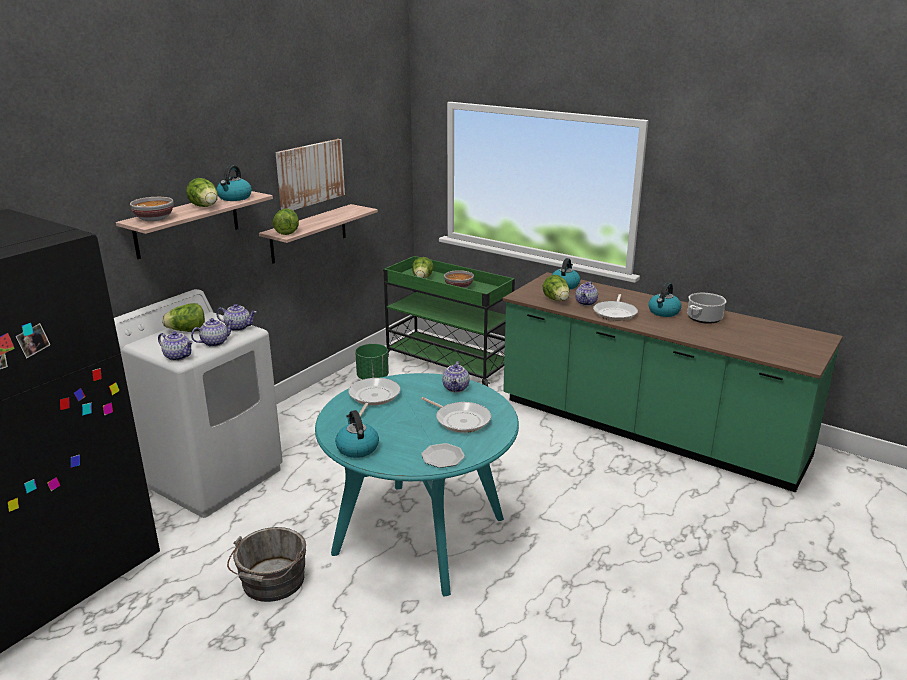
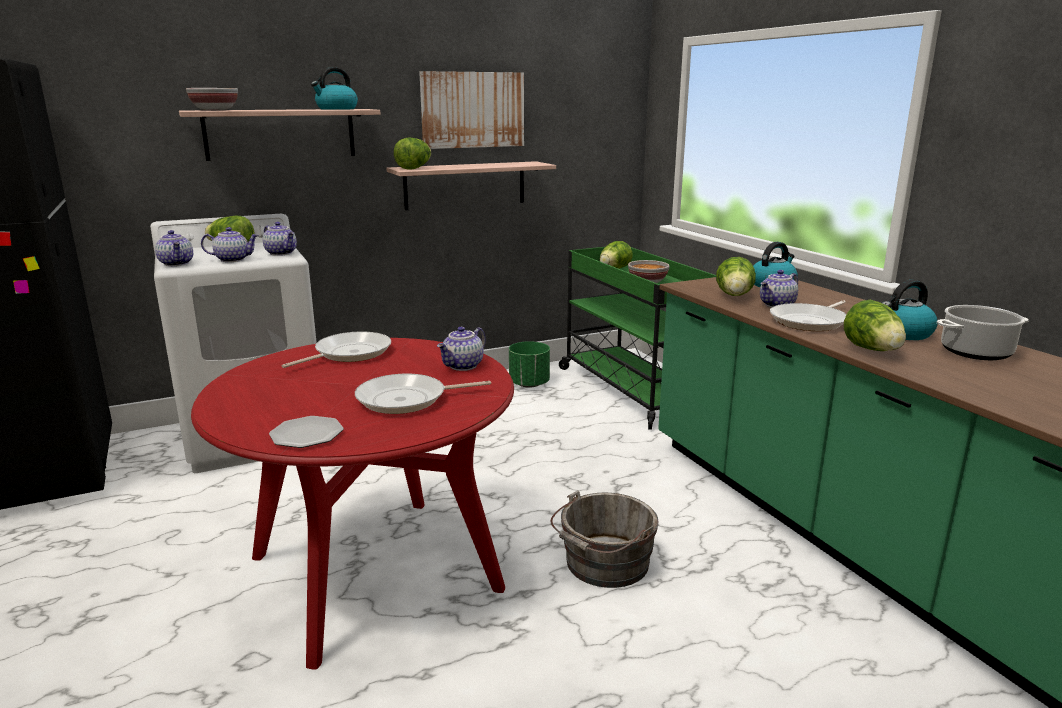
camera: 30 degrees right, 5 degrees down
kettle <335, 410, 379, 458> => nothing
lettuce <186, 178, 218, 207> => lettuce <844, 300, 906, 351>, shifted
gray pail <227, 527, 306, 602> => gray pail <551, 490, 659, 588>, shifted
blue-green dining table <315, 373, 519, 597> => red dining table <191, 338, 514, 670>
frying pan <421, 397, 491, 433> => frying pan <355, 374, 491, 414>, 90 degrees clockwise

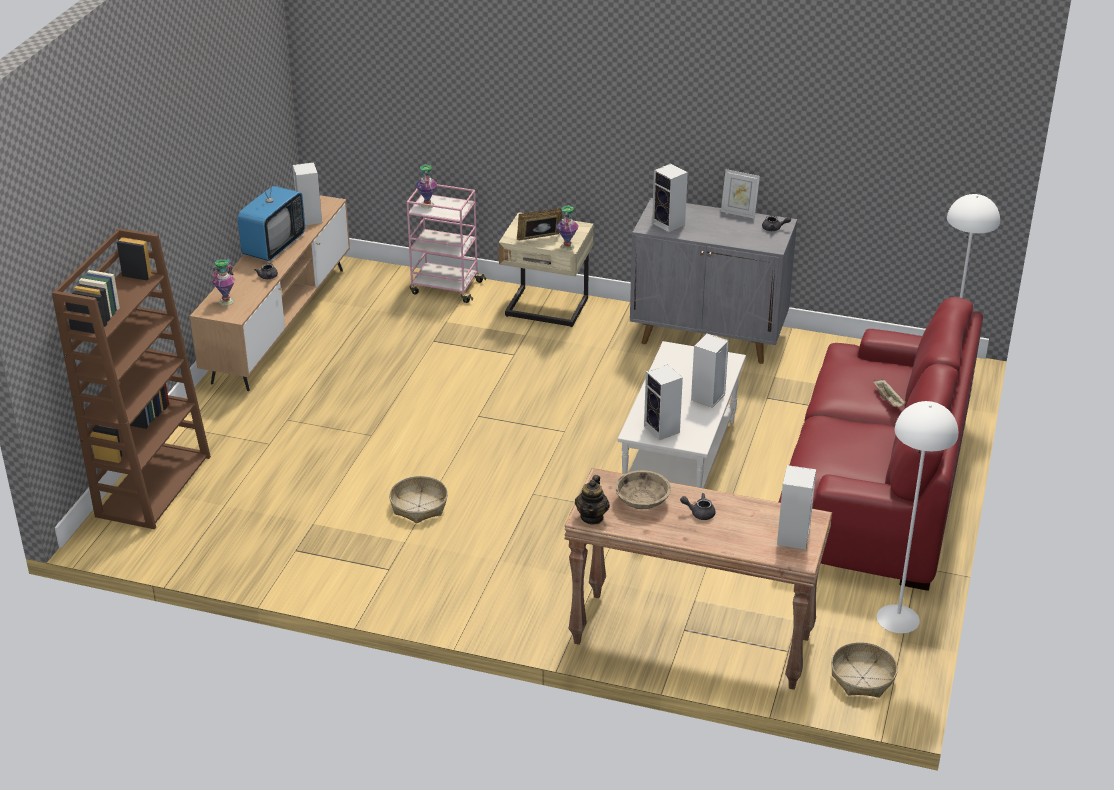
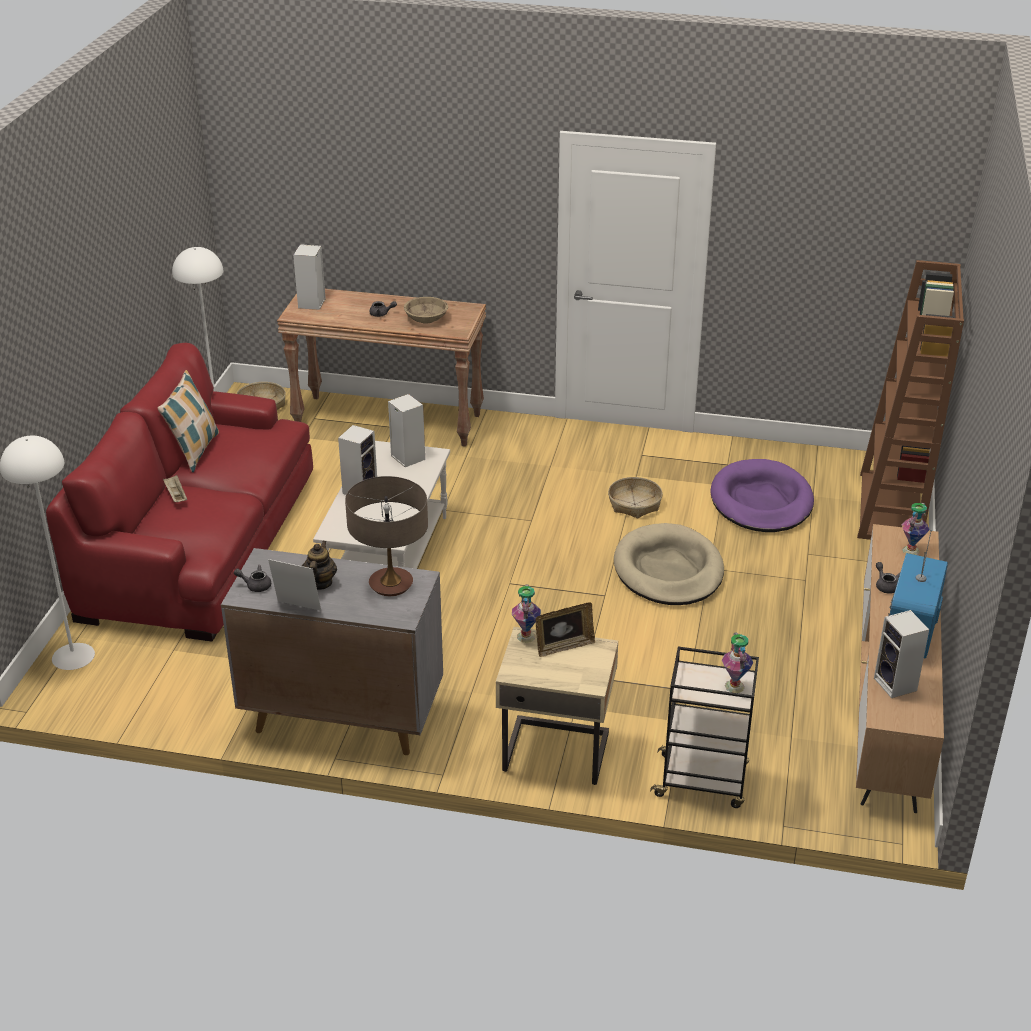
camera: 175 degrees right, 0 degrees up
nothing => pillow <158, 370, 219, 473>
nothing => sand-coloured dog bed <614, 523, 724, 605>
nothing => purplish dog bed <710, 459, 814, 532>
tea pot <575, 475, 610, 525> => tea pot <302, 541, 337, 590>, shifted
loudspeaker <652, 163, 688, 232> => lamp for a table <345, 476, 428, 596>
pink cart <407, 184, 486, 303> => black-coloured cart <650, 646, 759, 808>

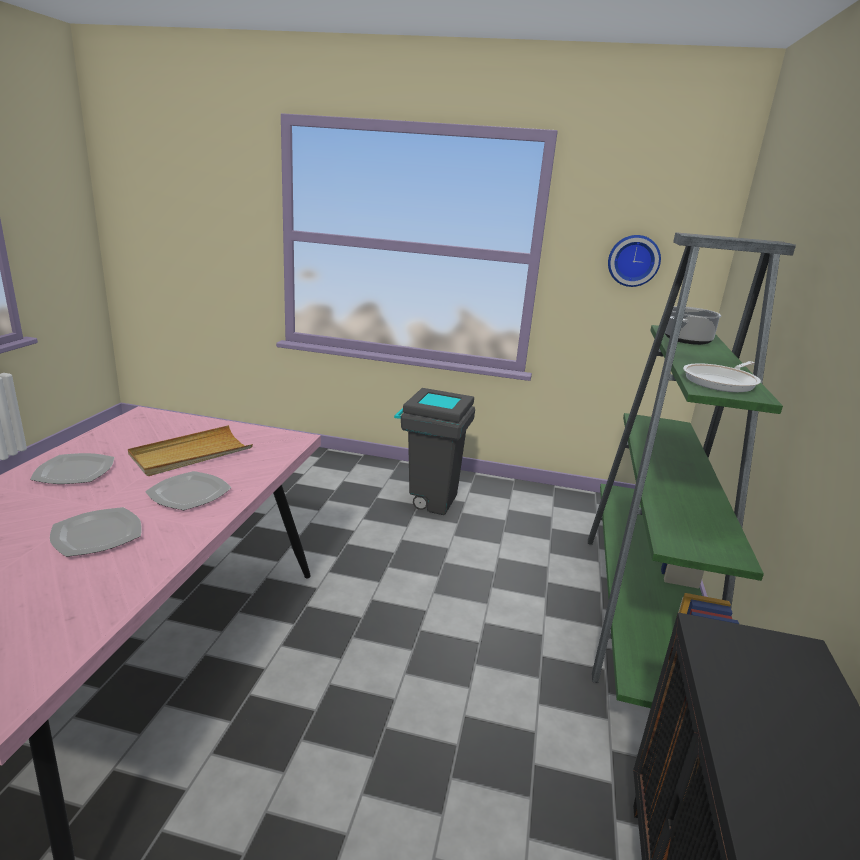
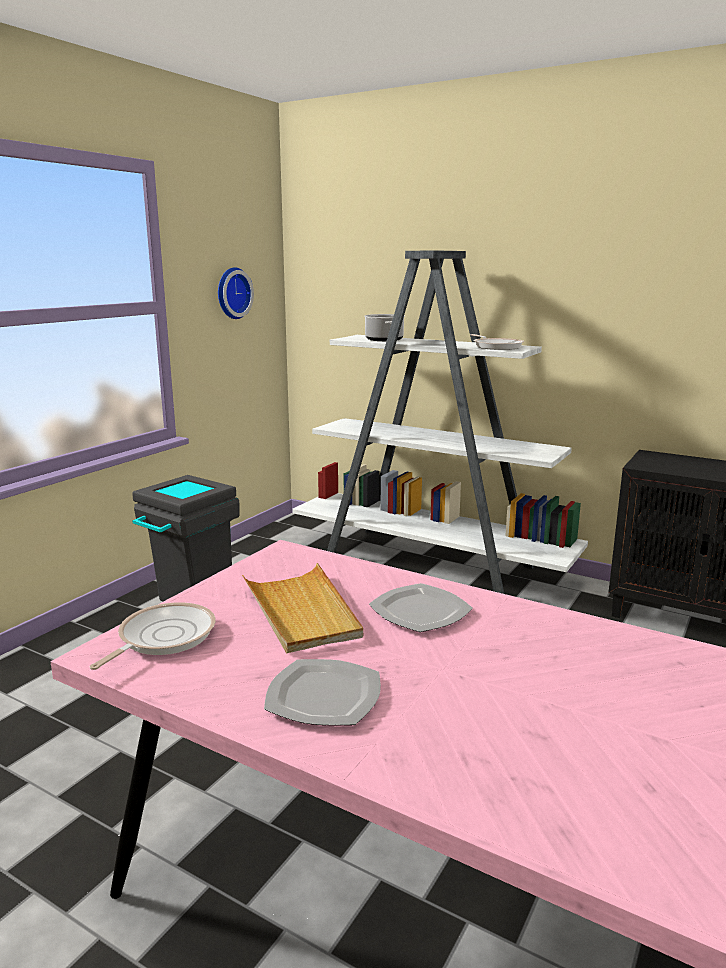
camera: 70 degrees left, 5 degrees down
dinner plate <50, 507, 142, 557> => nothing
nothing => frying pan <90, 602, 216, 670>
green shelving unit <588, 232, 796, 708> => whitish shelving unit <292, 250, 588, 594>

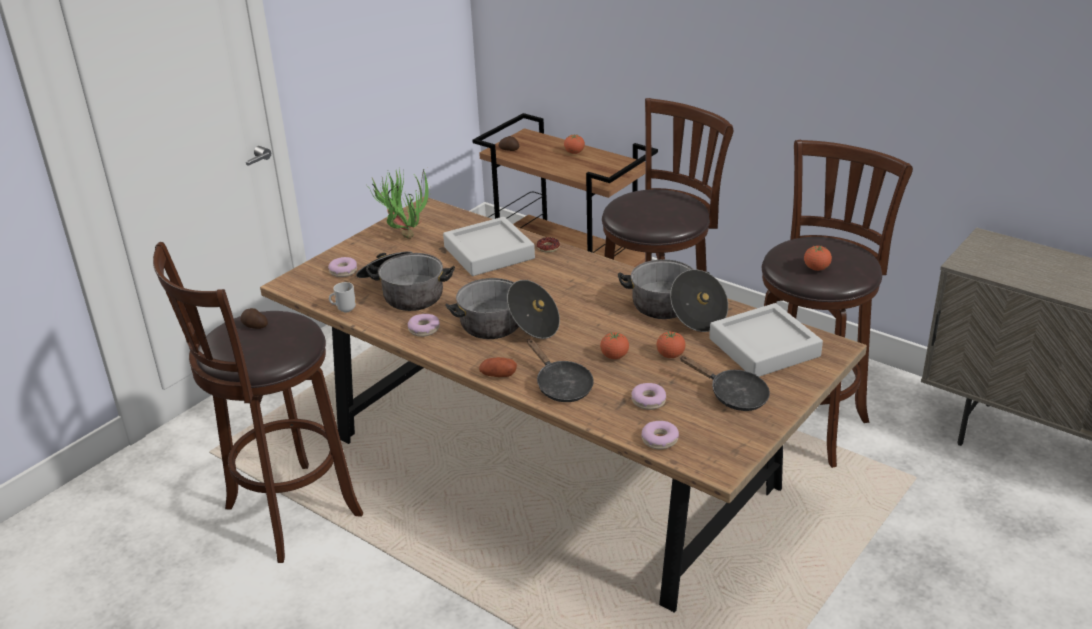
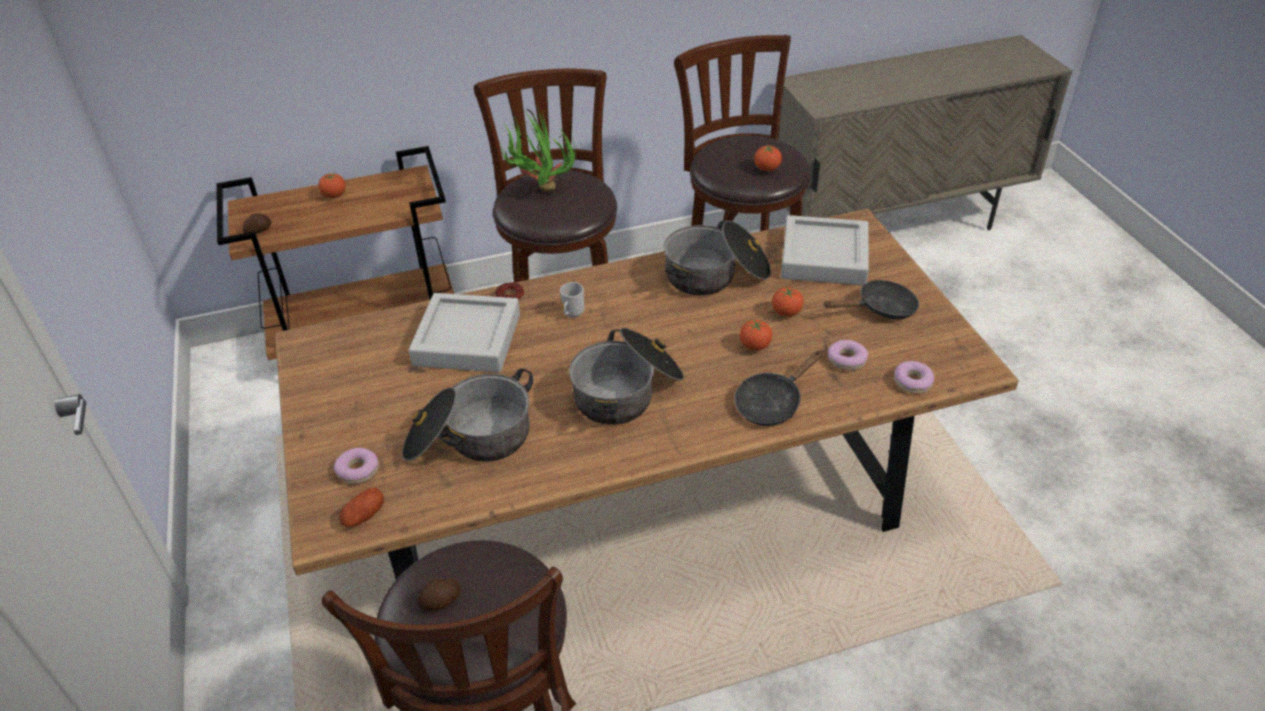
camera: 55 degrees left, 10 degrees up
donut <408, 314, 440, 337> => nothing
mug <329, 282, 356, 312> => mug <560, 282, 584, 317>, shifted
houseplant <369, 168, 431, 239> => houseplant <499, 105, 575, 192>, shifted
potato <479, 357, 517, 377> => potato <339, 488, 384, 527>, shifted
black-coloured frying pan <527, 339, 594, 402> => black-coloured frying pan <734, 350, 823, 426>, 135 degrees clockwise

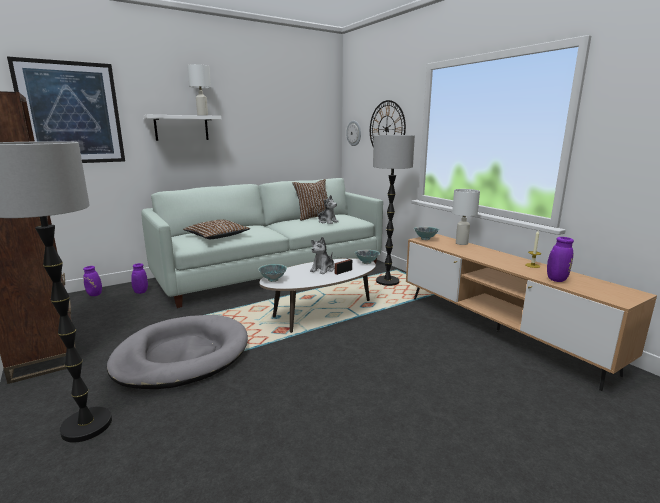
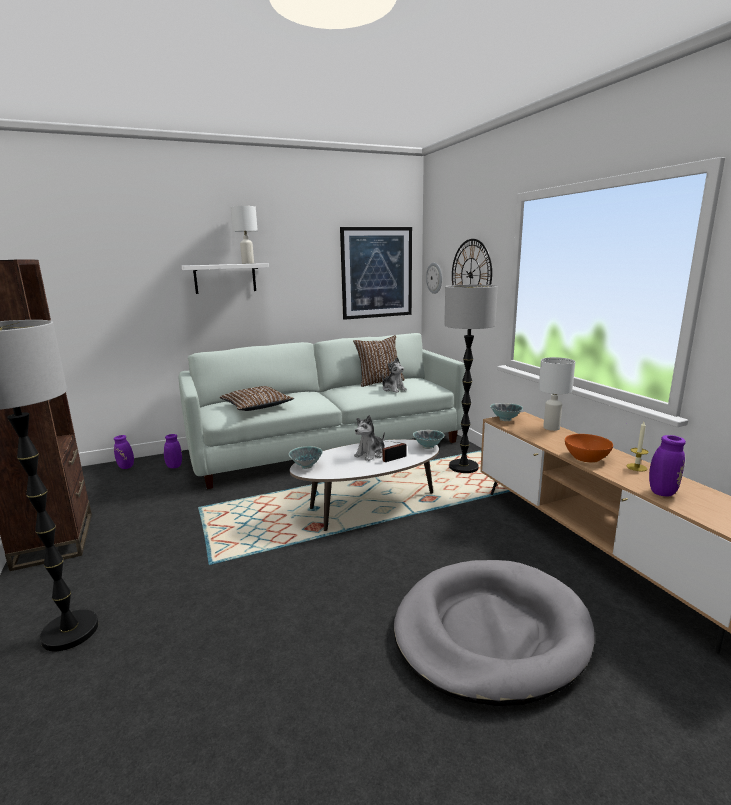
camera: 10 degrees right, 0 degrees up
nothing => orange-coloured serving bowl <565, 434, 613, 463>
picture <7, 56, 125, 163> => picture <340, 227, 412, 320>, shifted
gray dog bed <107, 315, 248, 389> => gray dog bed <394, 560, 594, 706>, shifted

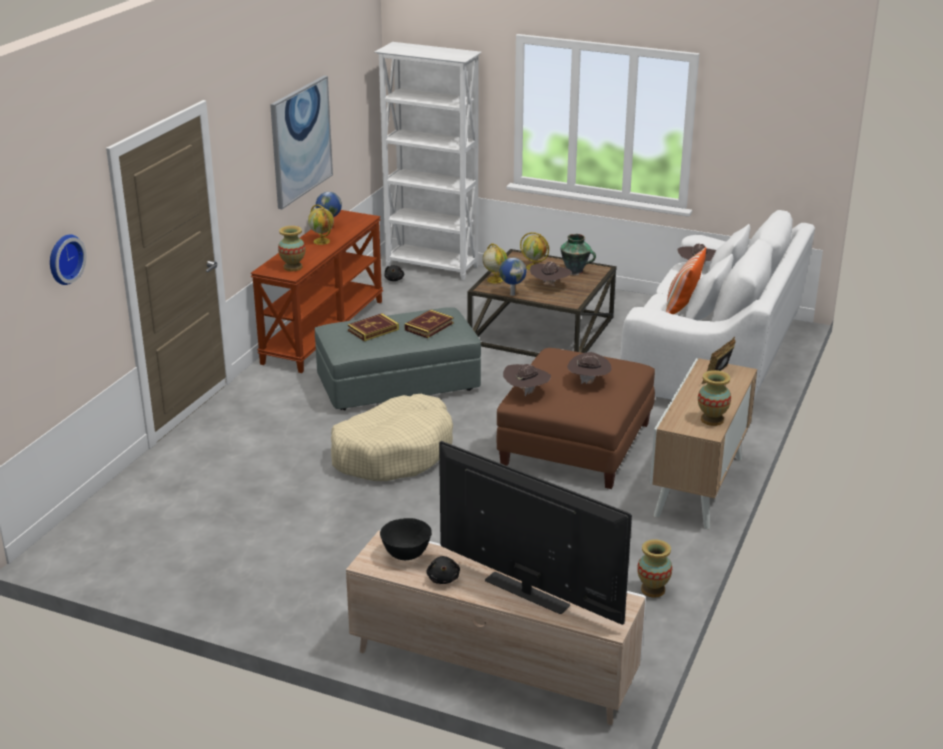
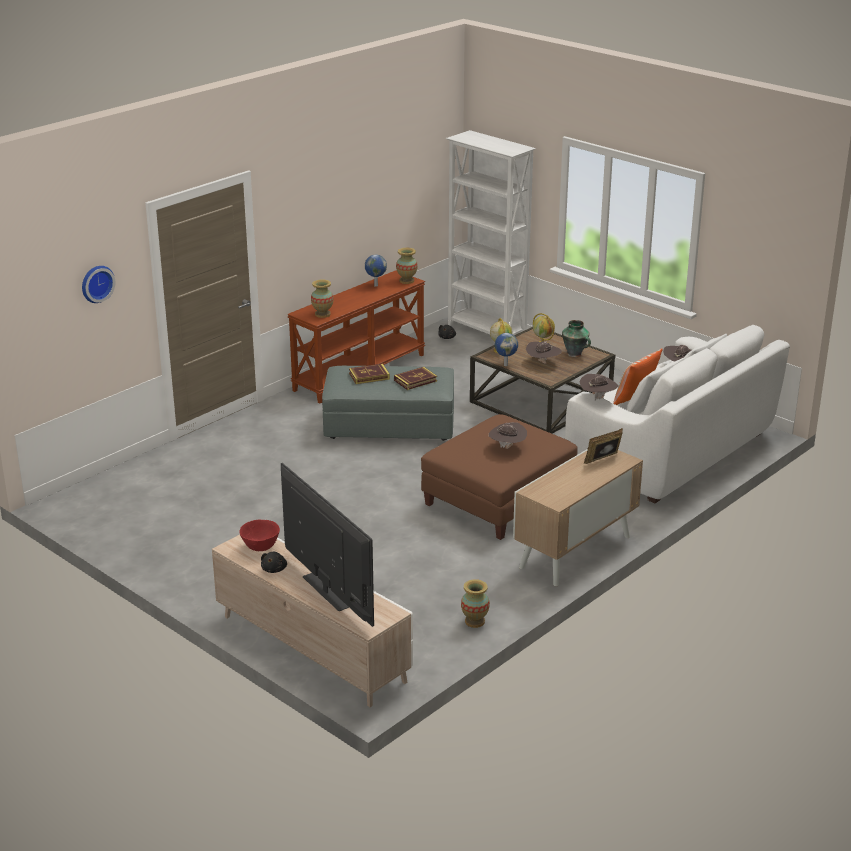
camera: 20 degrees right, 0 degrees up
picture <270, 76, 333, 209> => nothing
world globe <308, 205, 334, 245> => nothing
sand-coloured dog bed <331, 394, 453, 481> => nothing
brown-coloured clothing hat <503, 364, 551, 396> => brown-coloured clothing hat <580, 374, 619, 400>, shifted
decorative vase <698, 370, 731, 426> => decorative vase <396, 248, 418, 284>, shifted
black-coloured serving bowl <380, 518, 432, 560> => red serving bowl <239, 520, 280, 551>

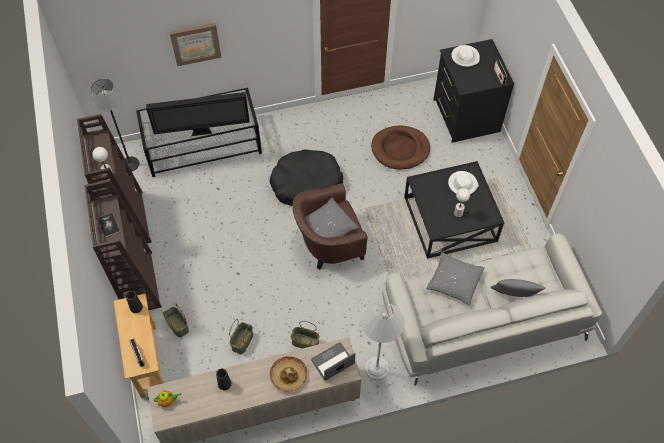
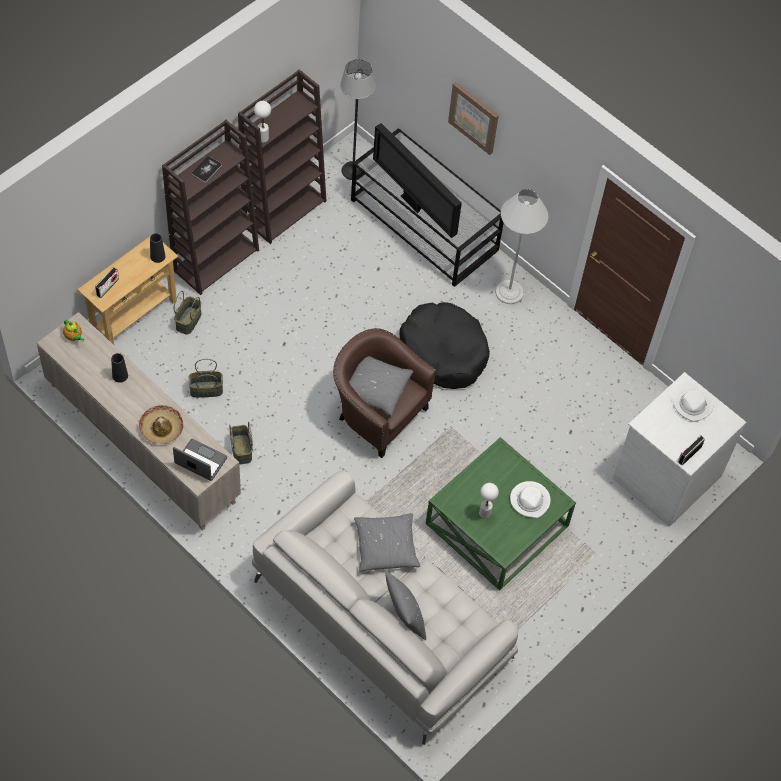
camera: 55 degrees right, 0 degrees up
brown-coloured dog bed <371, 125, 430, 169> => nothing
whitish standard lamp <361, 302, 405, 380> => whitish standard lamp <495, 189, 548, 304>, shifted
black-coloured coffee table <404, 161, 504, 259> => green coffee table <426, 437, 576, 590>
black-coloured dresser <433, 39, 514, 143> => whitish dresser <613, 372, 746, 527>

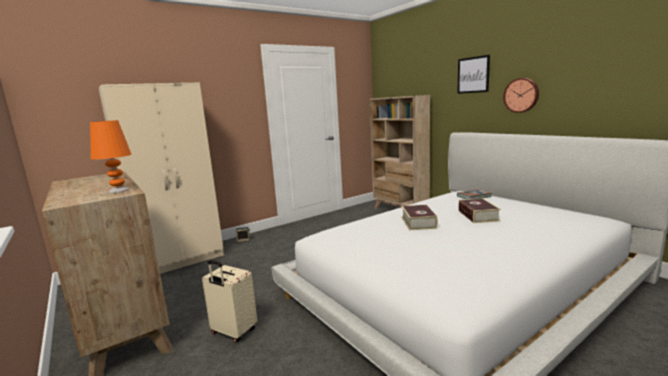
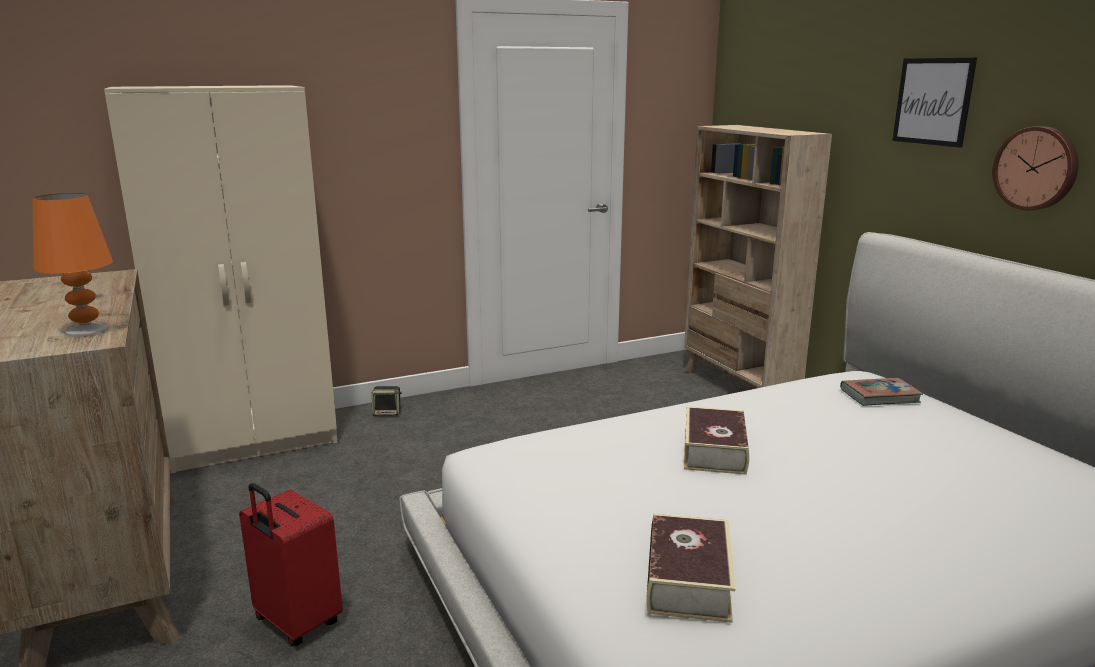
camera: 10 degrees right, 5 degrees up
bound book <458, 199, 501, 223> => bound book <647, 514, 735, 623>, shifted
sand-coloured travel case <202, 260, 257, 343> => red travel case <239, 483, 343, 646>

